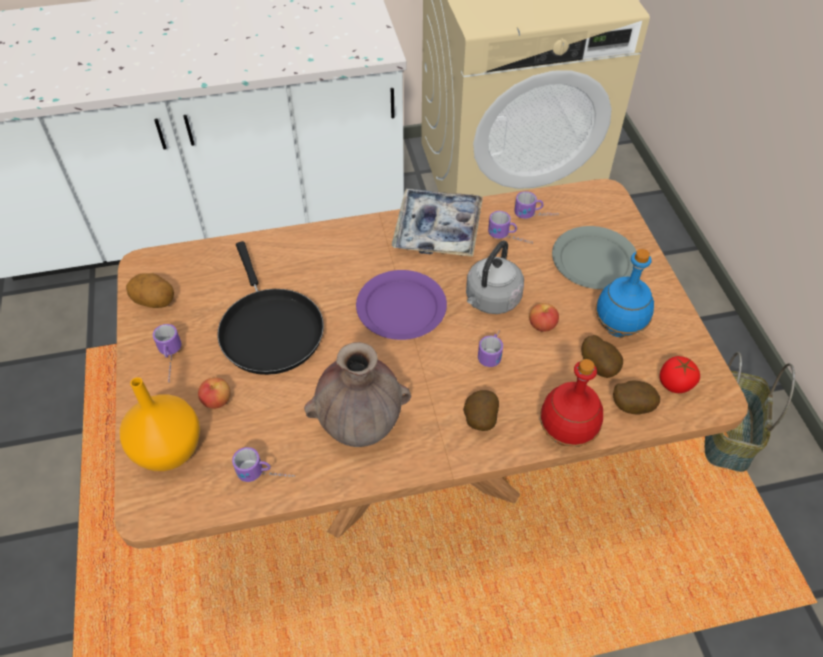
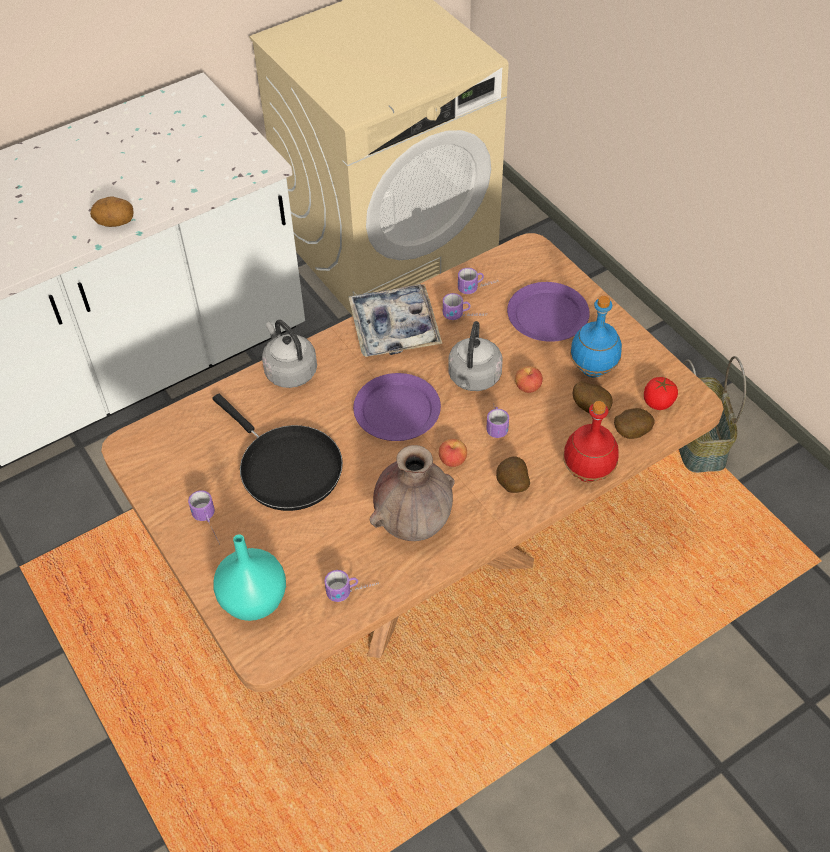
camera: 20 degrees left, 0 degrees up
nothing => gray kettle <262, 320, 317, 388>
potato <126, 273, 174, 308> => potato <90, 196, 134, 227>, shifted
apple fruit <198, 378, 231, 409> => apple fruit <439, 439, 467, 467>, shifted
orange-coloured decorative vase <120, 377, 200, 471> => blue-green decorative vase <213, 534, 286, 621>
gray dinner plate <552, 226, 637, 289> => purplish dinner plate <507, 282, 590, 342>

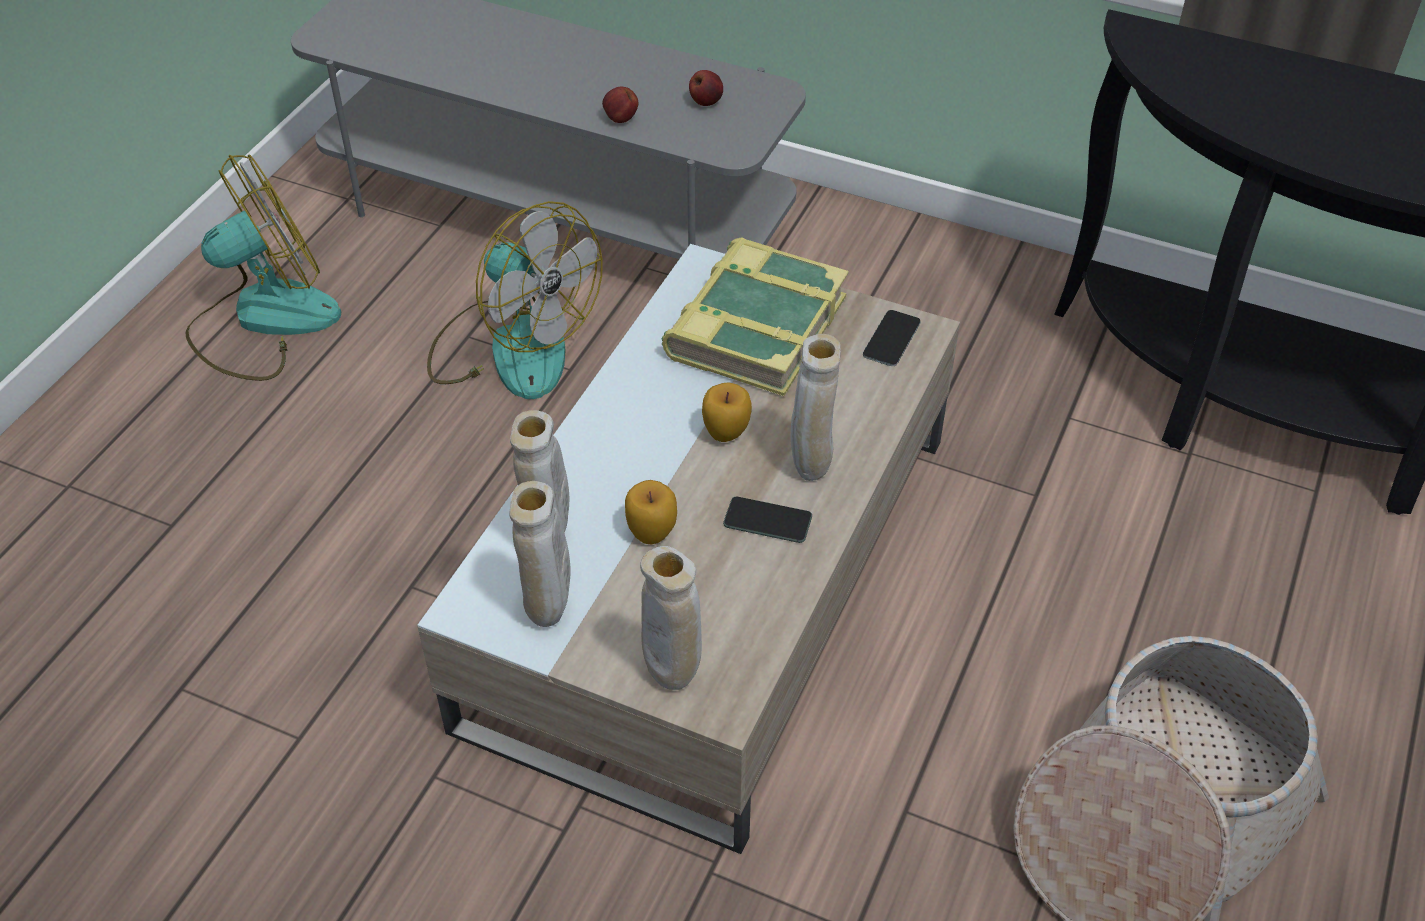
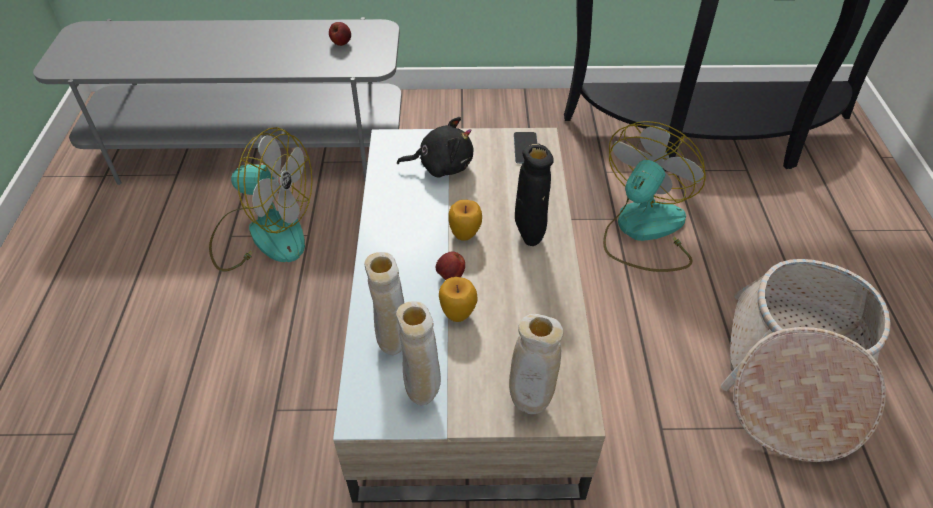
camera: 25 degrees left, 0 degrees up
handset <723, 496, 812, 543> => nothing
cooling fan <185, 154, 341, 381> => cooling fan <603, 121, 706, 272>, shifted
apple fruit <602, 87, 638, 123> => apple fruit <436, 252, 465, 280>, shifted
bound book <662, 237, 849, 396> => black-coloured cuddly toy <397, 117, 473, 178>
sand-coloured decorative vase <790, 334, 841, 481> => black-coloured decorative vase <515, 143, 554, 246>

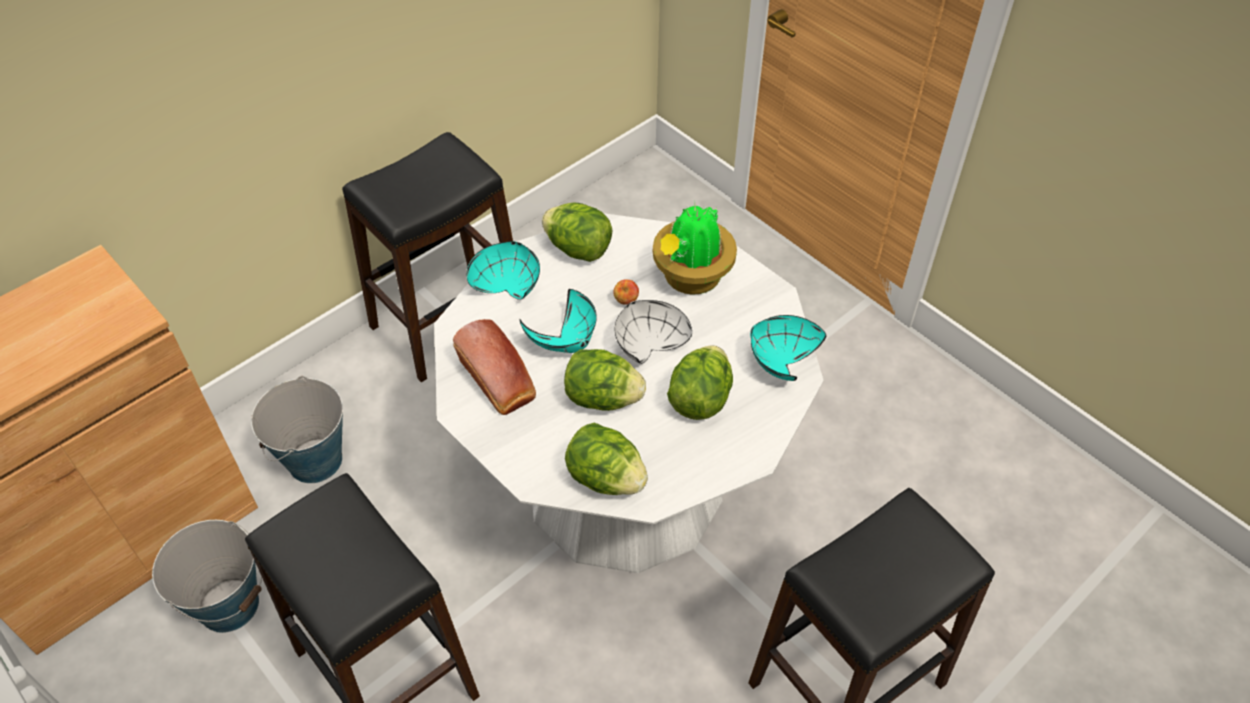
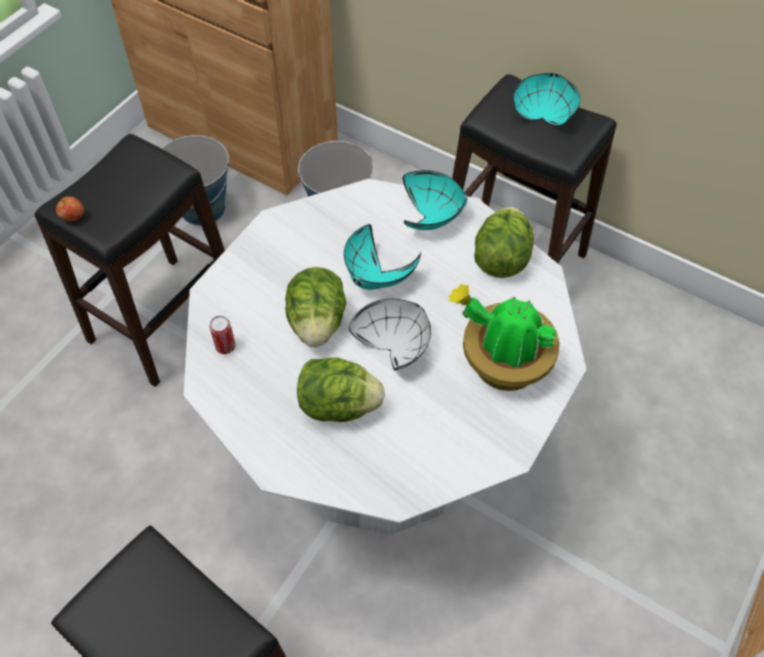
camera: 75 degrees right, 5 degrees up
baked bread <453, 319, 536, 415> => nothing
apple fruit <614, 279, 639, 305> => apple fruit <56, 197, 84, 221>, shifted
blue-green serving bowl <750, 315, 826, 381> => blue-green serving bowl <513, 73, 580, 125>, shifted
lettuce <565, 423, 648, 495> => can <209, 316, 236, 354>

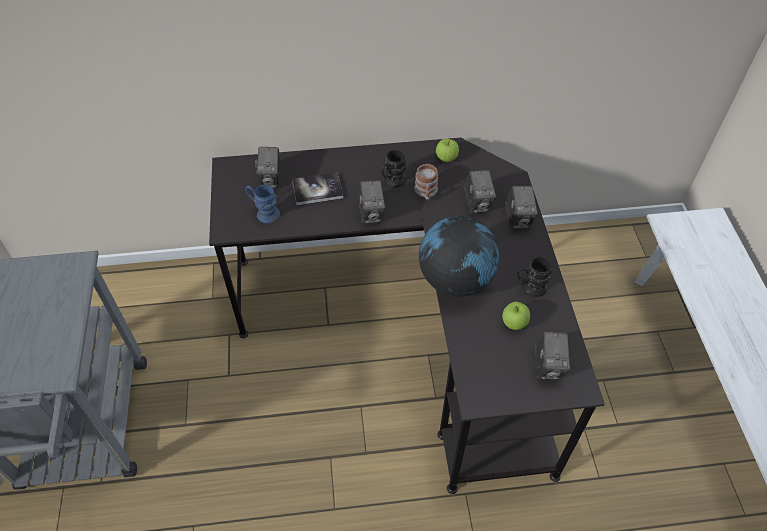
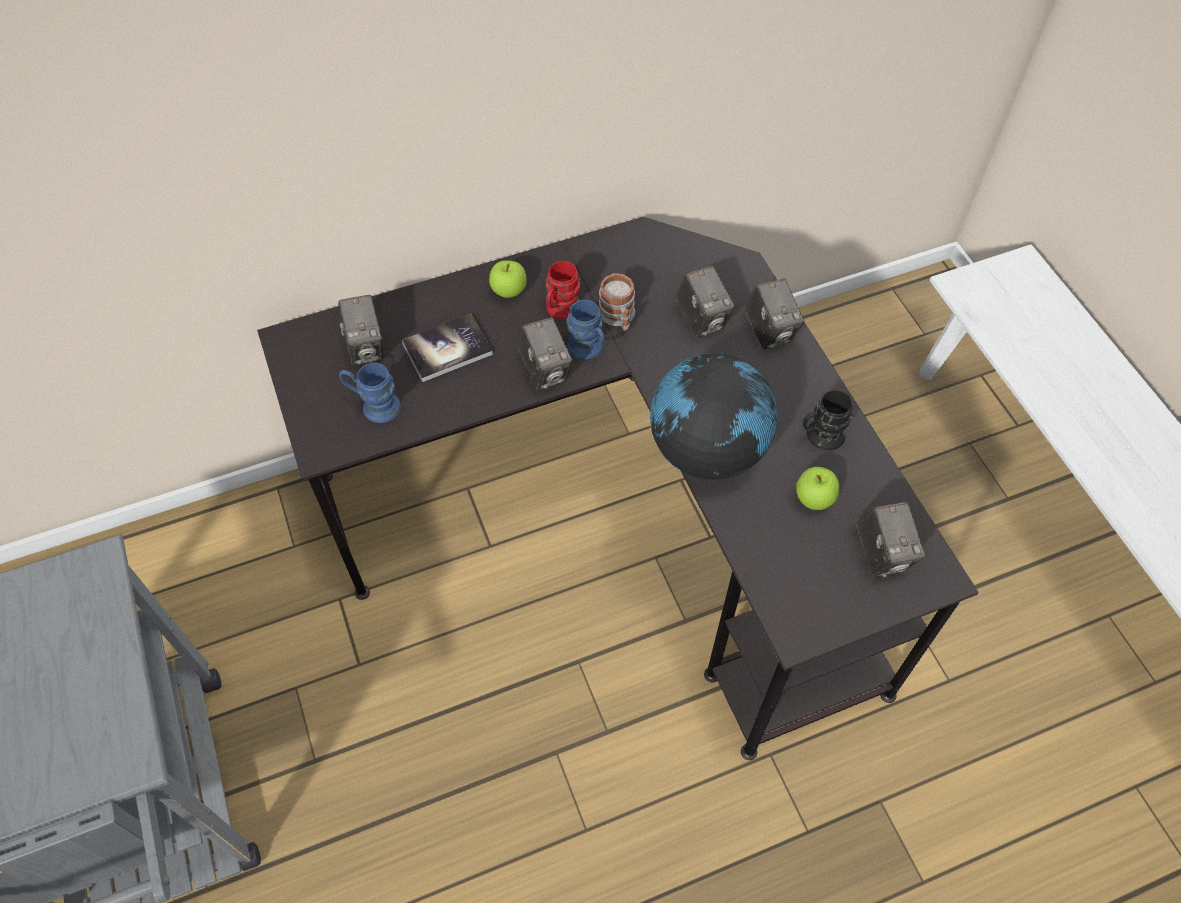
camera: 15 degrees left, 5 degrees up
nothing => blue mug <567, 300, 605, 359>
apple fruit <436, 139, 459, 162> => apple fruit <489, 260, 527, 298>, shifted
black-coloured mug <381, 150, 406, 187> => red mug <546, 261, 580, 320>

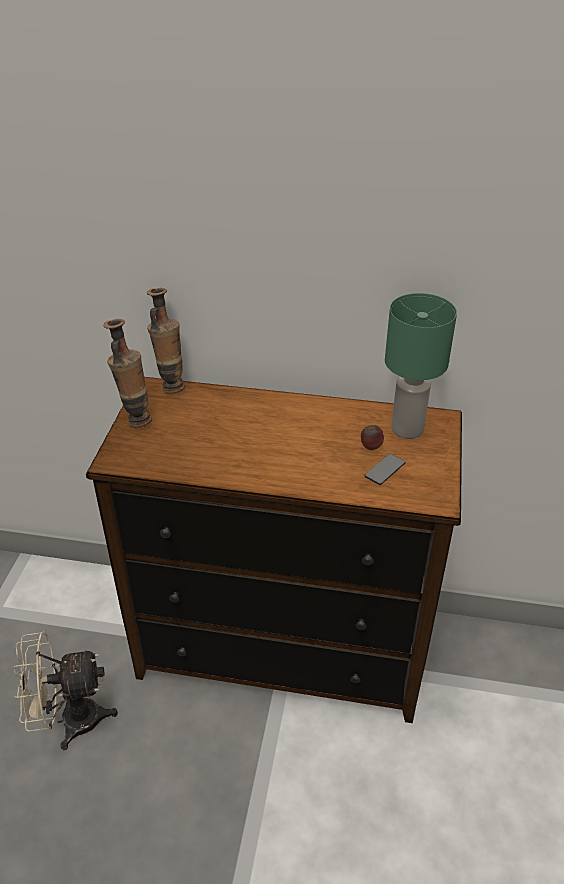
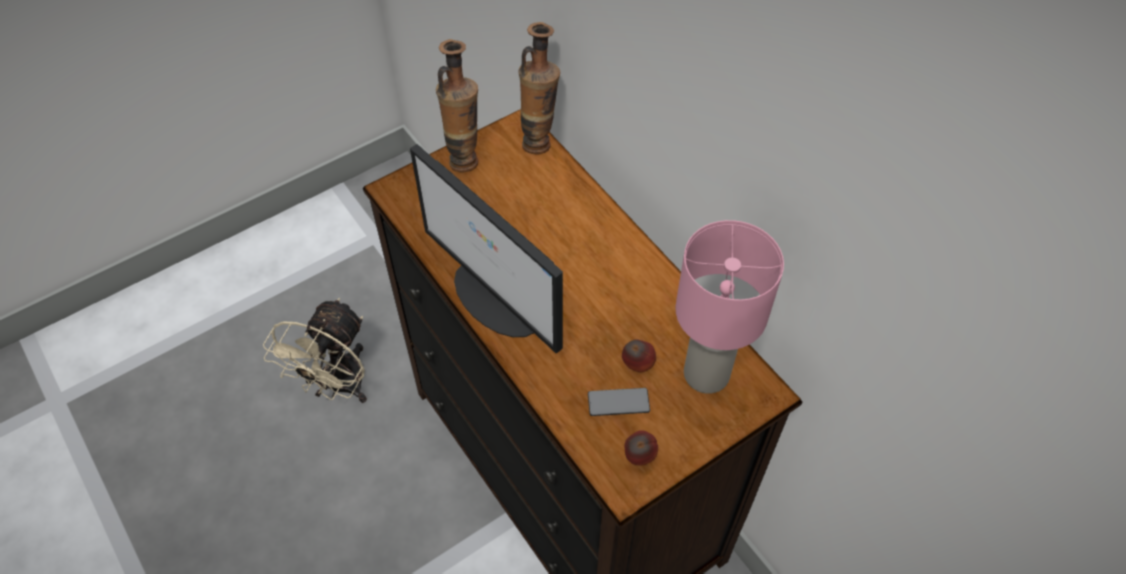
camera: 45 degrees right, 15 degrees up
nothing => computer display <410, 144, 563, 354>
nothing => apple fruit <625, 430, 658, 466>
green lamp for a table <385, 293, 457, 439> => pink lamp for a table <675, 220, 784, 394>
sand-coloured cooling fan <13, 631, 118, 750> => sand-coloured cooling fan <263, 298, 367, 403>, 105 degrees counterclockwise

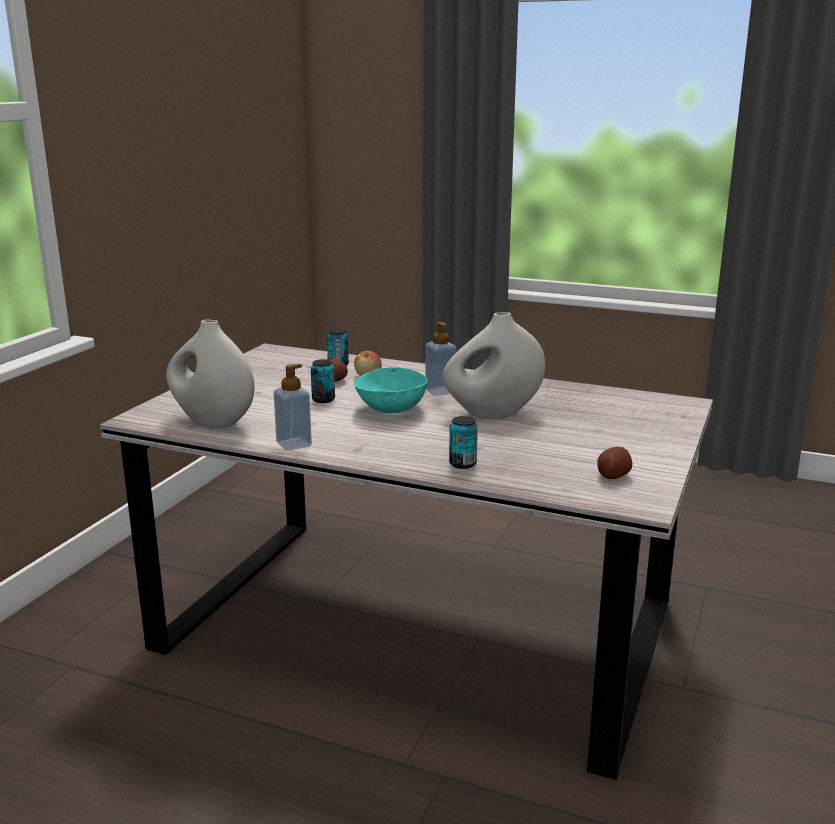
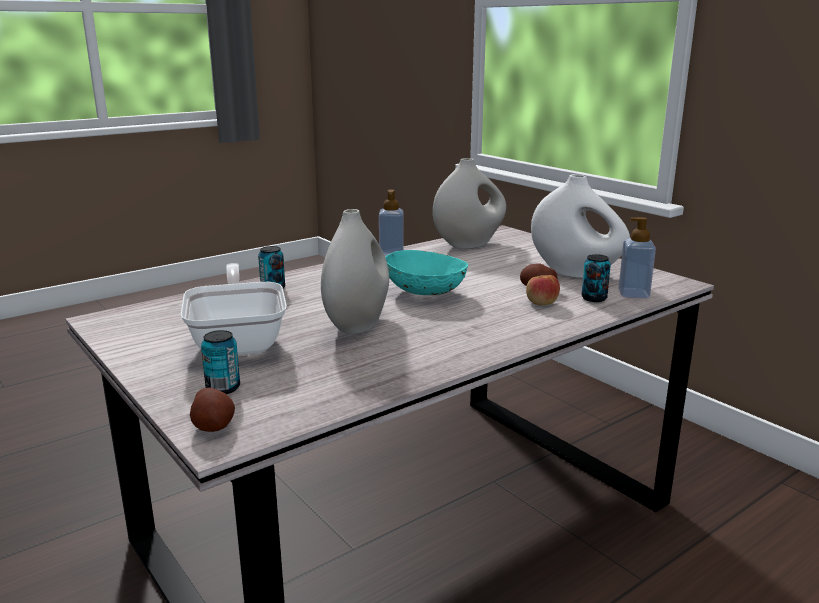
camera: 120 degrees right, 0 degrees up
nothing => frying pan <180, 263, 287, 355>
nothing => whitish decorative vase <531, 174, 630, 278>
can <311, 359, 335, 403> => can <201, 330, 240, 394>, shifted
liquid soap bottle <425, 322, 456, 396> => liquid soap bottle <618, 217, 656, 299>, shifted
potato <597, 447, 632, 479> => potato <190, 387, 235, 432>, shifted

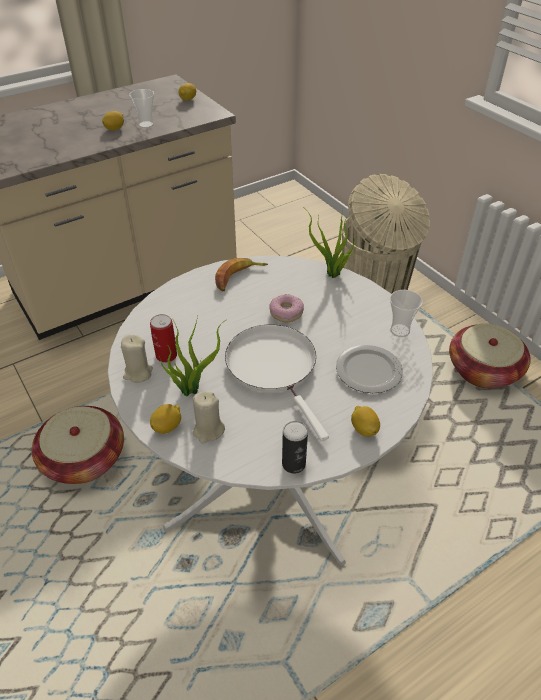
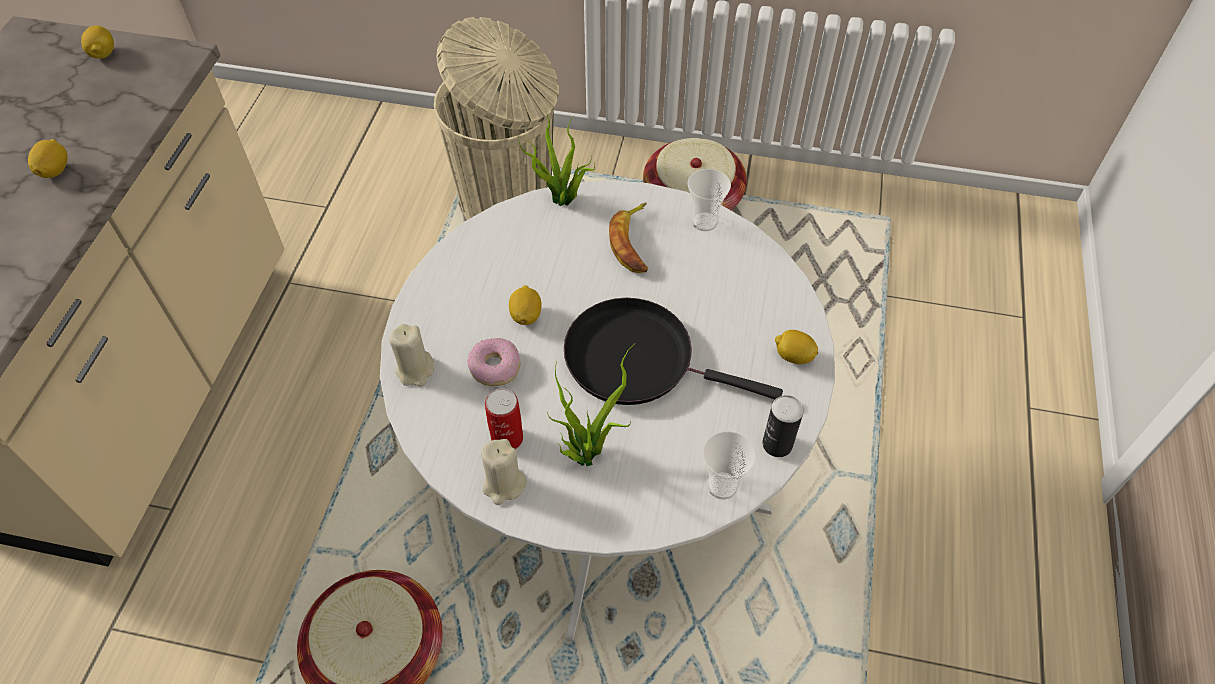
camera: 45 degrees left, 10 degrees up
dinner plate <336, 345, 403, 393> => nothing
drinking cup <129, 89, 154, 128> => drinking cup <702, 431, 756, 500>, shifted
citrus fruit <150, 404, 181, 434> => citrus fruit <509, 285, 542, 325>, shifted
sand-coloured candle <193, 392, 225, 444> => sand-coloured candle <389, 324, 434, 387>, shifted
banana fruit <215, 258, 268, 291> => banana fruit <609, 202, 648, 273>, shifted
donut <269, 294, 304, 322> => donut <467, 338, 521, 386>, shifted
whitish frying pan <225, 325, 329, 441> => black-coloured frying pan <564, 298, 783, 405>

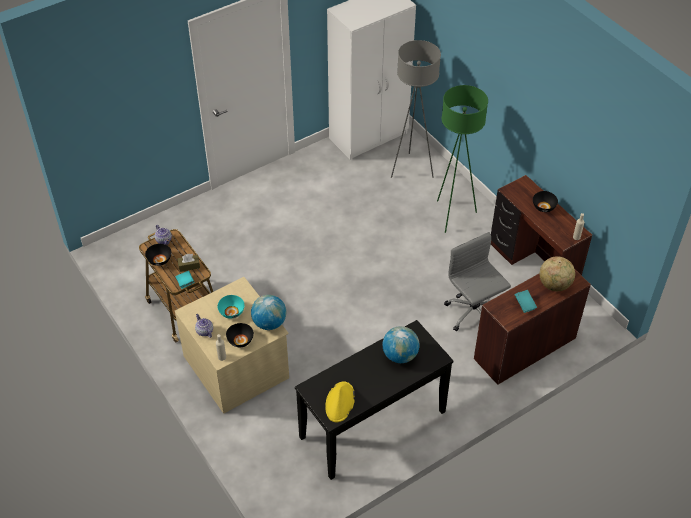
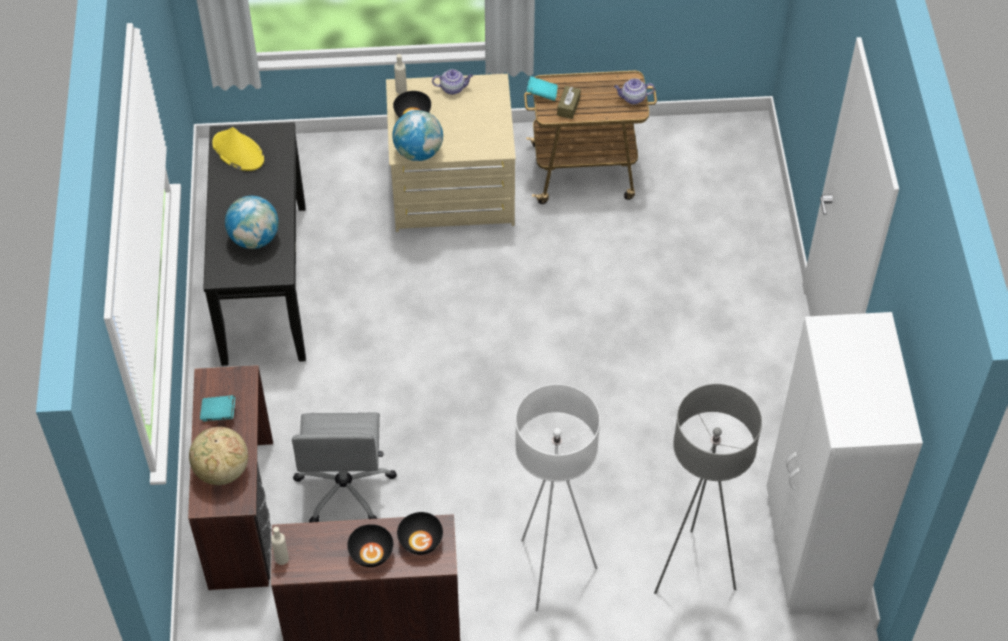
camera: 120 degrees right, 5 degrees up
blue-green serving bowl <218, 295, 245, 319> => nothing
black-coloured serving bowl <145, 244, 171, 266> => black-coloured serving bowl <397, 512, 443, 555>, shifted
green standard lamp <437, 85, 488, 233> => whitish standard lamp <515, 384, 600, 612>
gray computer chair <444, 232, 511, 331> => gray computer chair <292, 413, 397, 523>, 90 degrees clockwise

